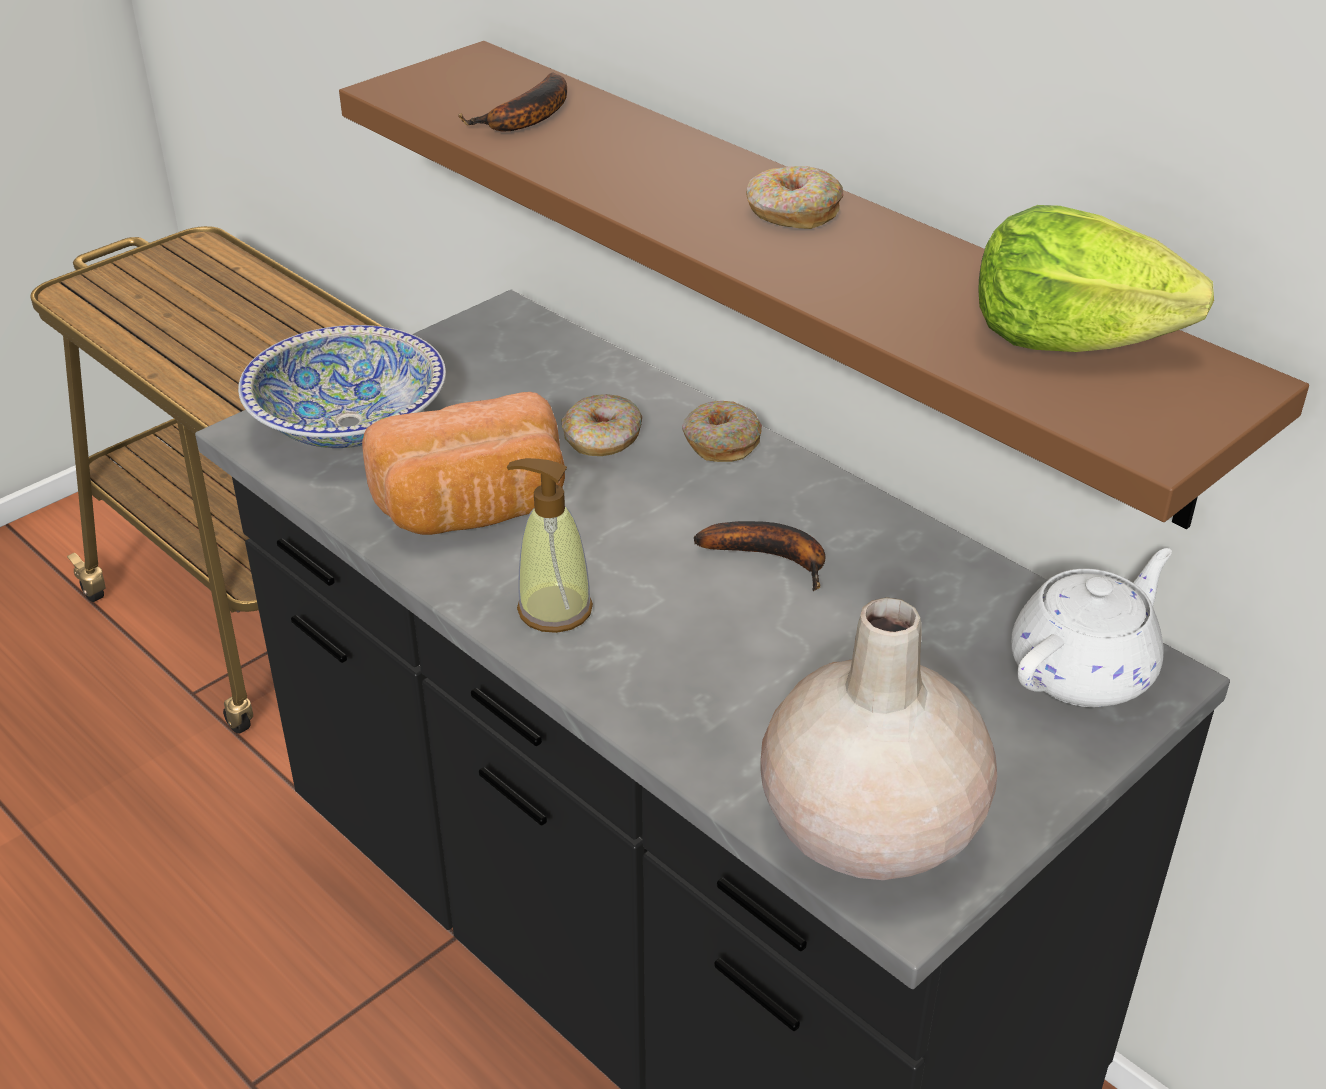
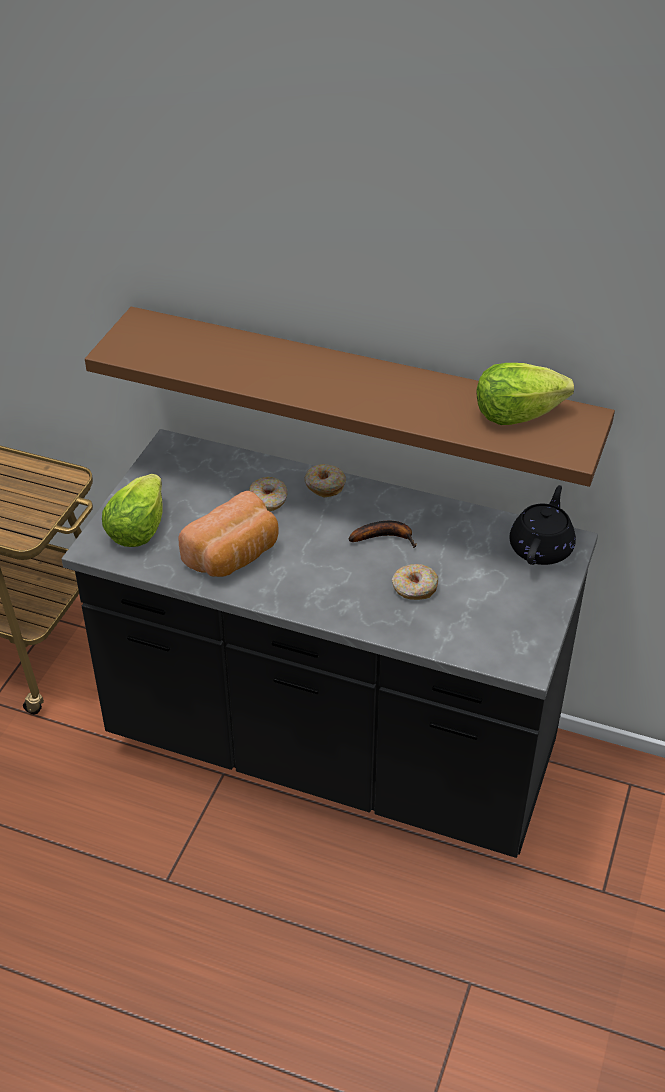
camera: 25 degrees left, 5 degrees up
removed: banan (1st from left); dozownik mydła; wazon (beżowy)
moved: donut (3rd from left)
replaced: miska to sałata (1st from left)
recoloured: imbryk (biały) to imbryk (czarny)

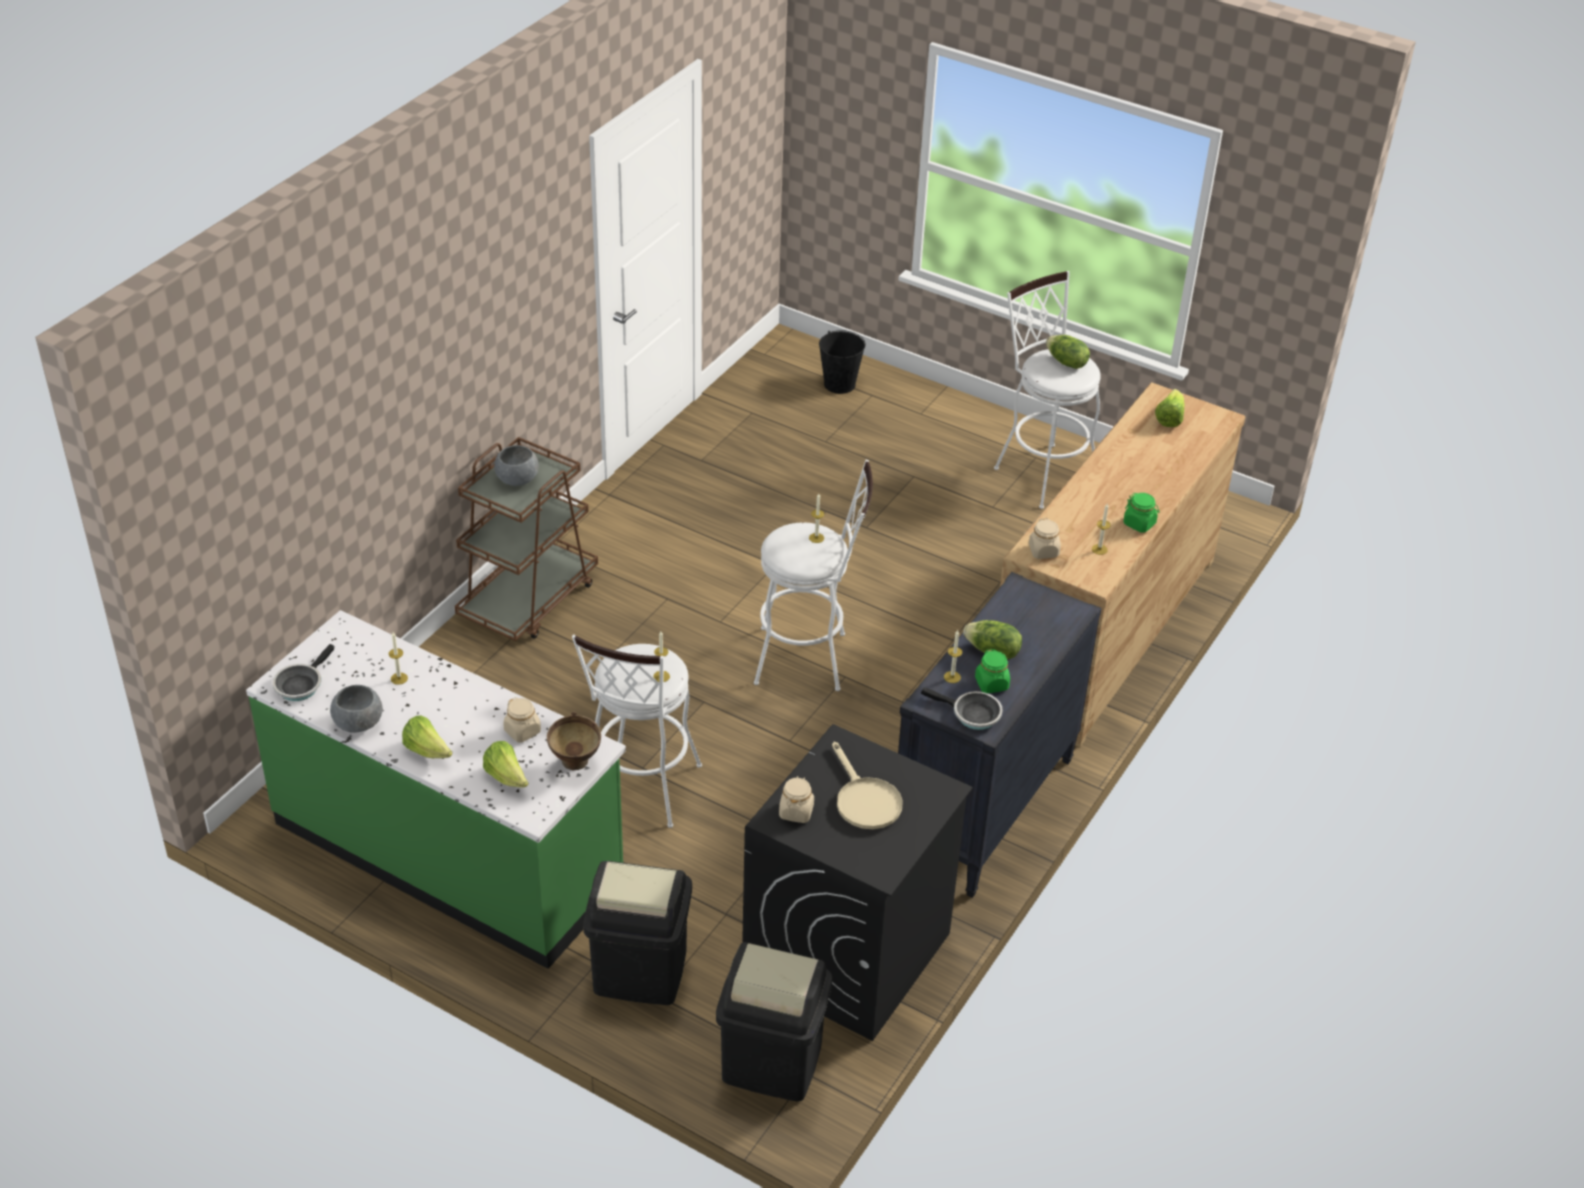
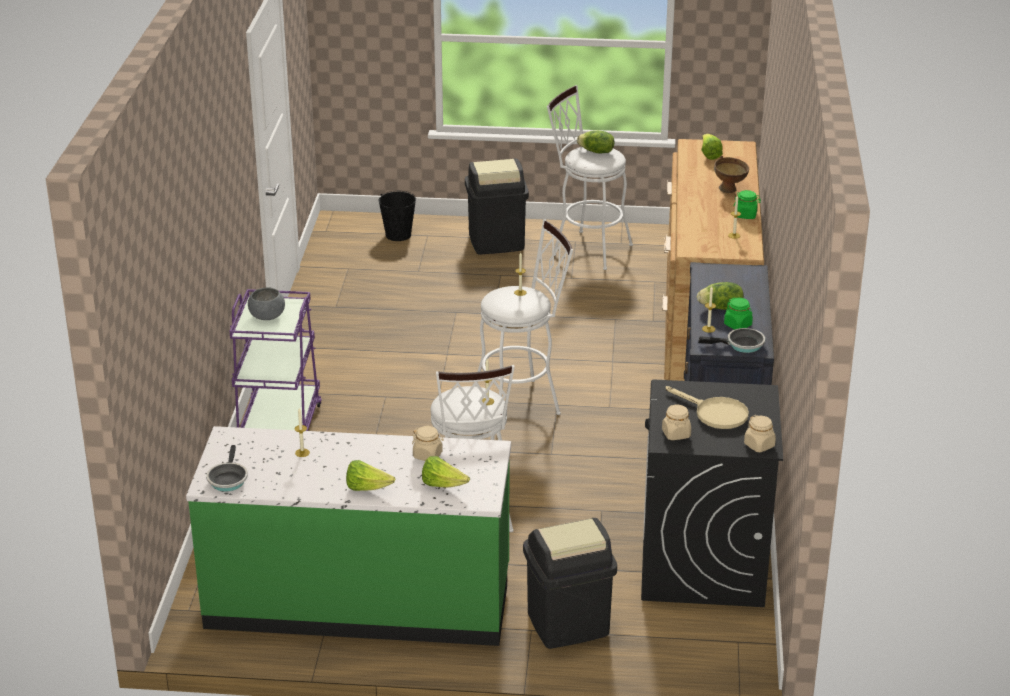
camera: 25 degrees left, 10 degrees down
removed: miska (szary) (1st from left)
moved: miska (brązowy); kosz na śmieci (czarny) (2nd from left in the first image) to kosz na śmieci (czarny) (1st from left); słoik (beżowy) (3rd from left)
recoloured: wózek (brązowy) to wózek (fioletowy)

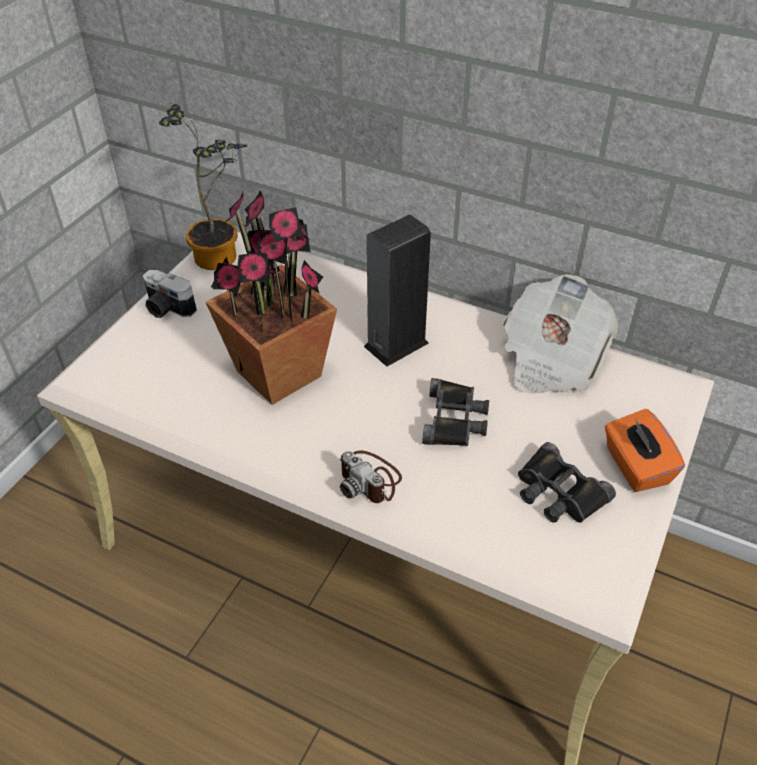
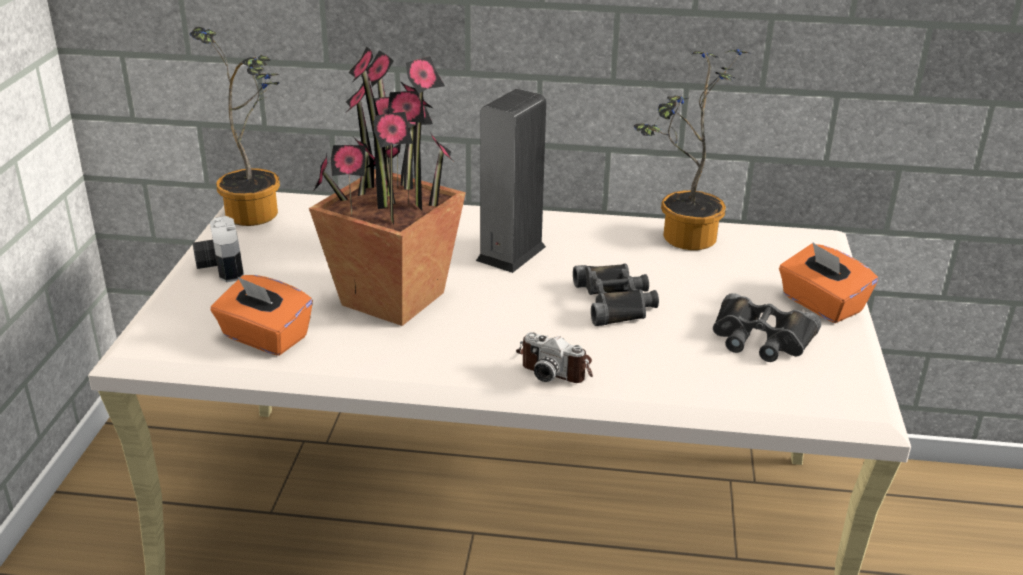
camera: 20 degrees left, 15 degrees down
added: pudełko chusteczek (pomarańczowy) (1st from left)
replaced: gazeta to roślina doniczkowa (3rd from left)
turned: aparat fotograficzny (1st from left) 60 degrees clockwise

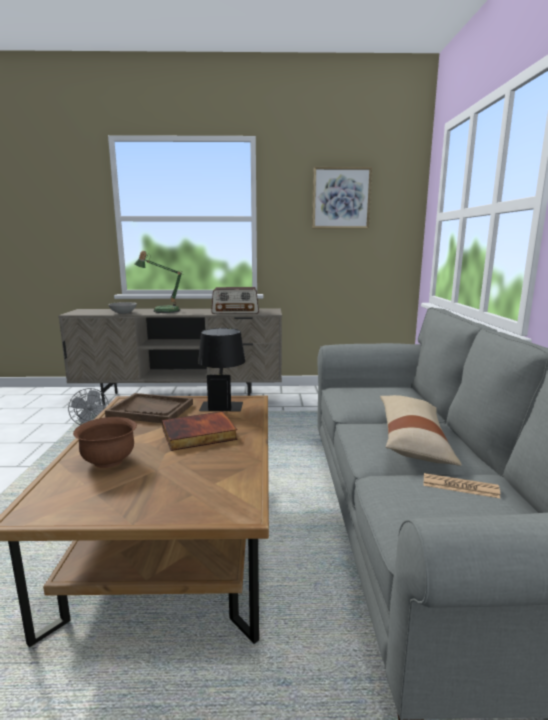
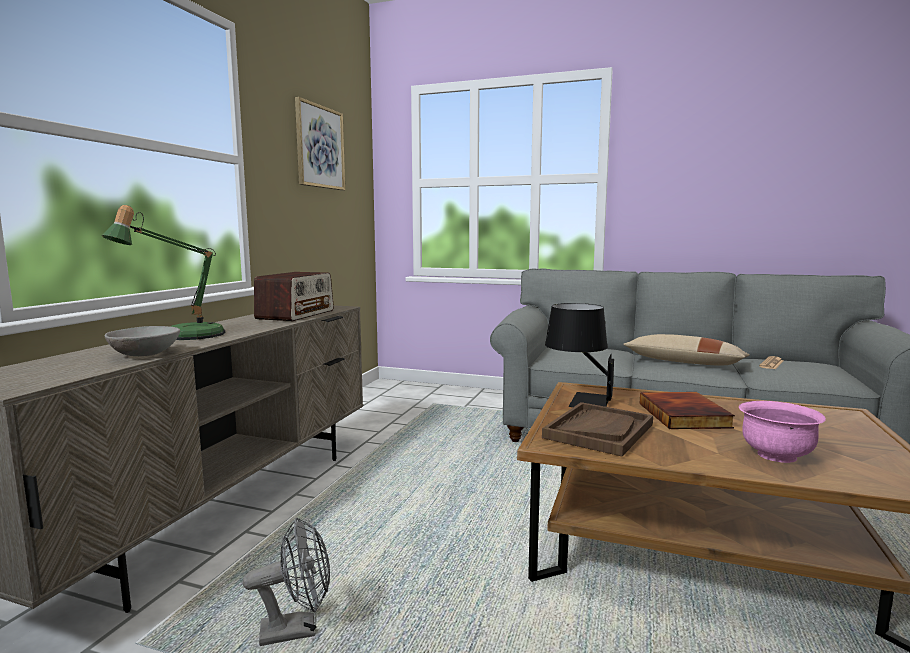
camera: 70 degrees left, 5 degrees down
recoloured: miska (brązowy) to miska (różowy)

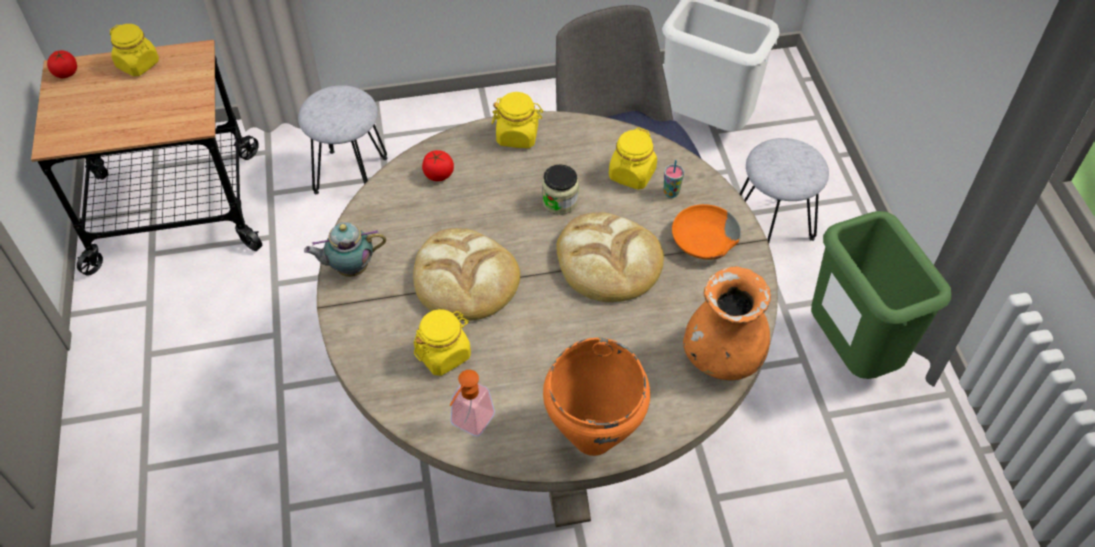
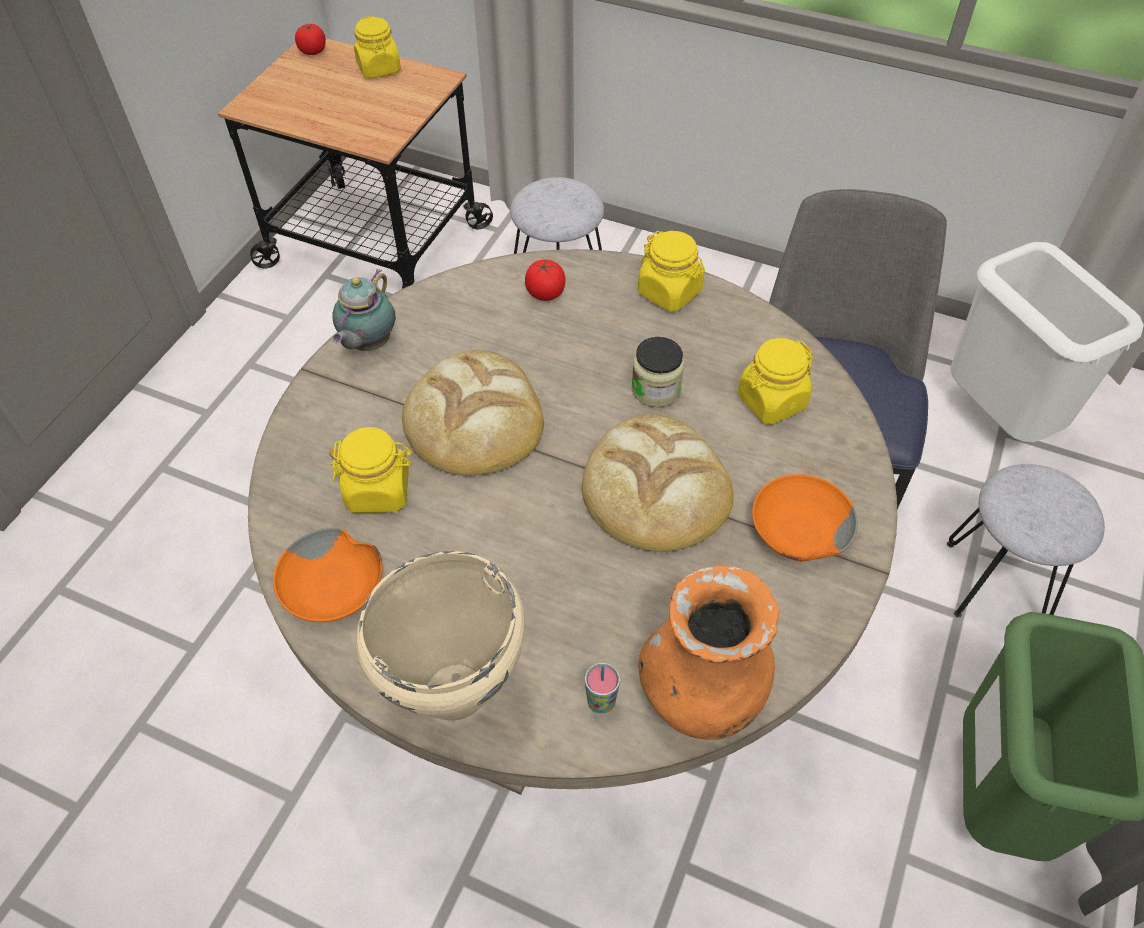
camera: 35 degrees right, 0 degrees up
moved: filiżanka
replaced: dozownik mydła to miska (pomarańczowy) (1st from left)
recoloured: garnek (pomarańczowy) to garnek (beżowy)
turned: imbryk 90 degrees counterclockwise

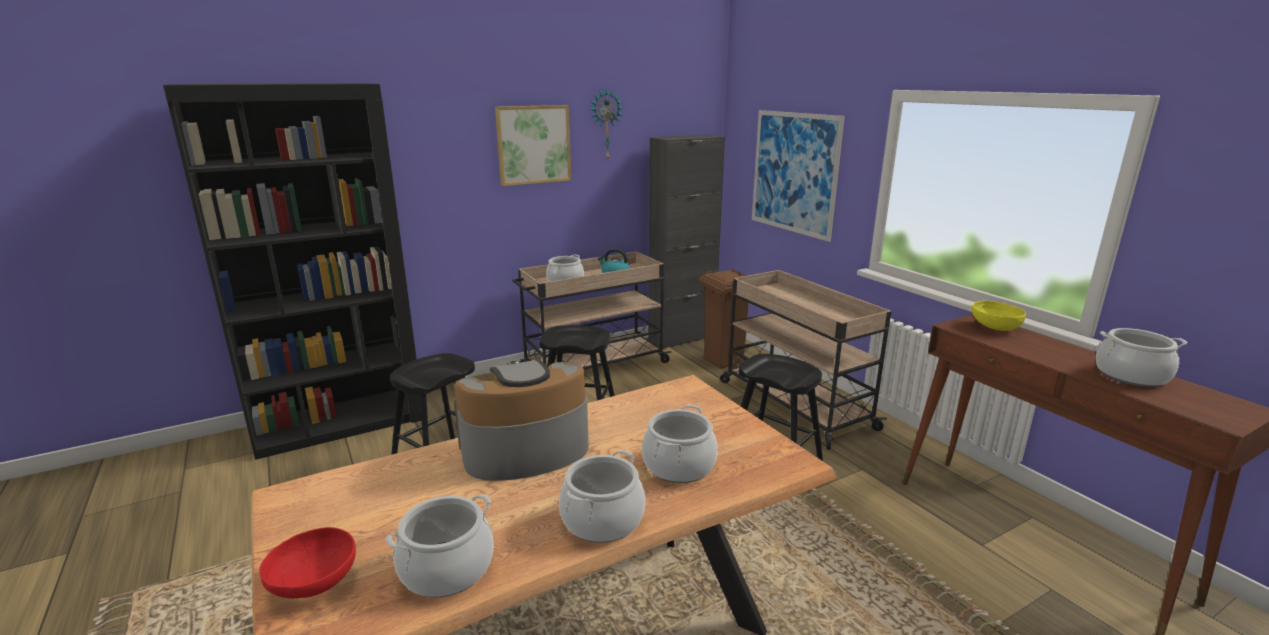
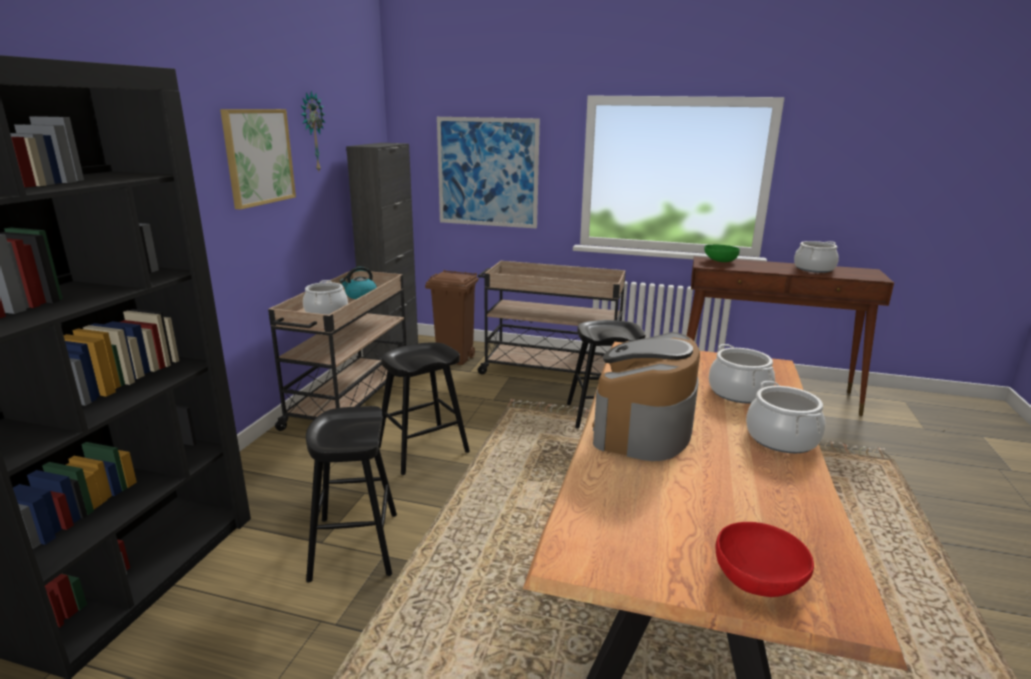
camera: 45 degrees left, 0 degrees up
removed: garnek (1st from left)
recoloured: miska (żółty) to miska (zielony)

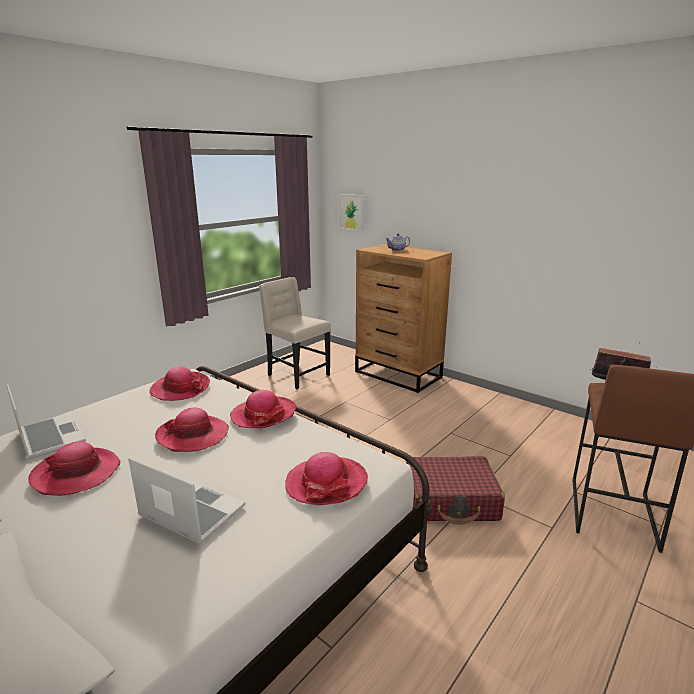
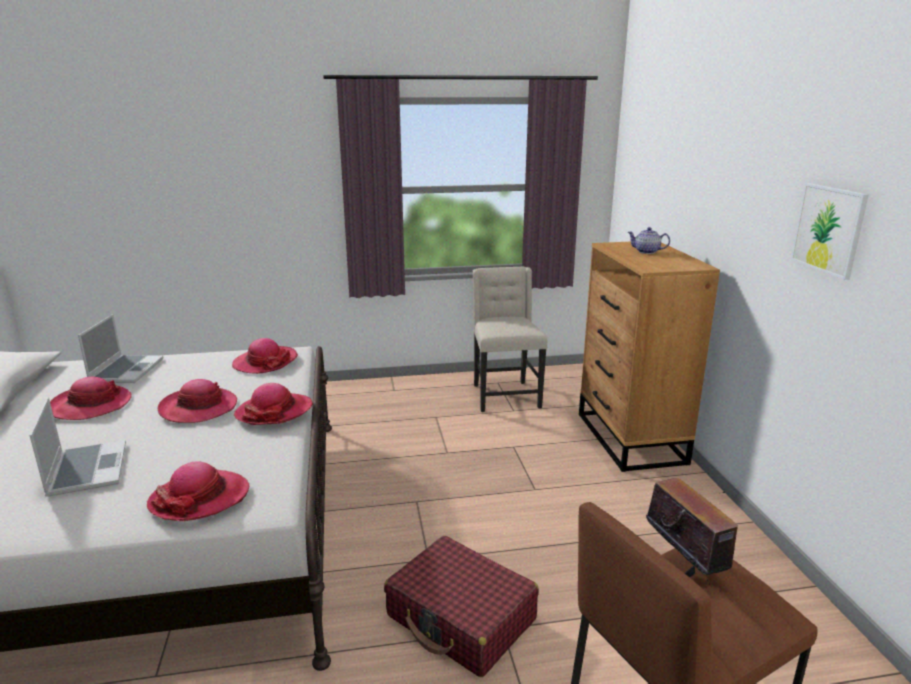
camera: 40 degrees right, 0 degrees up
moved: obraz

